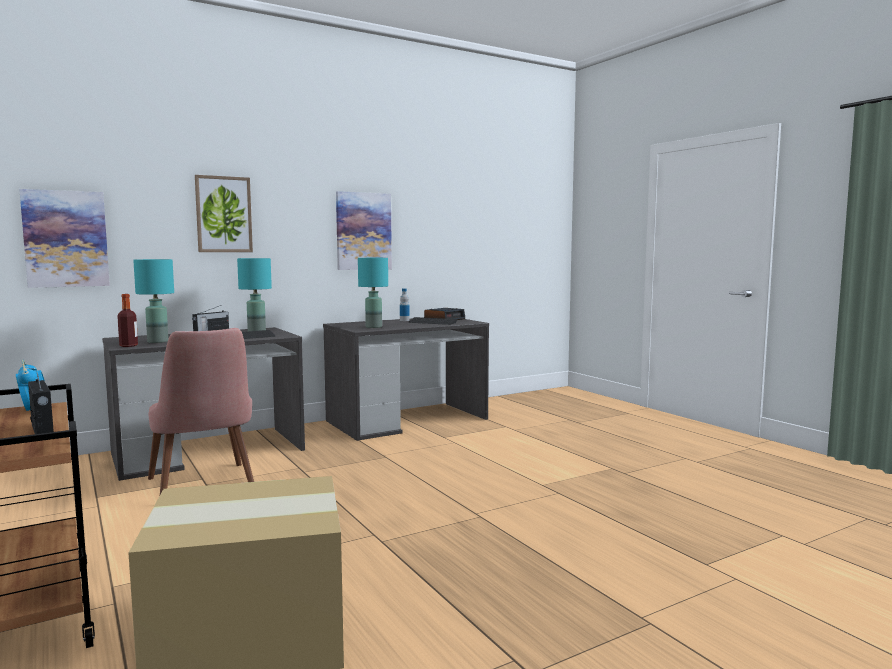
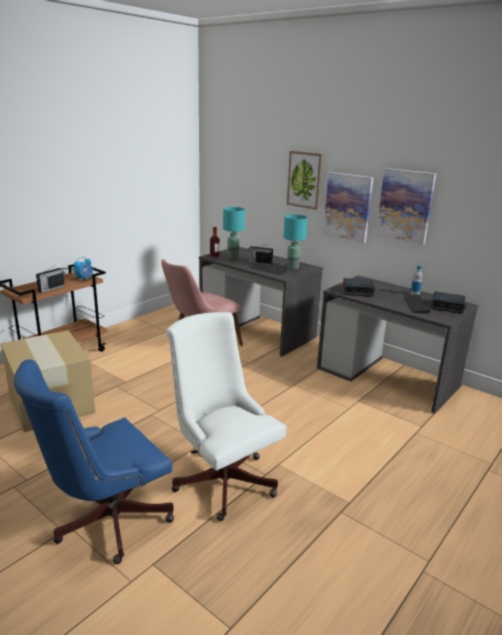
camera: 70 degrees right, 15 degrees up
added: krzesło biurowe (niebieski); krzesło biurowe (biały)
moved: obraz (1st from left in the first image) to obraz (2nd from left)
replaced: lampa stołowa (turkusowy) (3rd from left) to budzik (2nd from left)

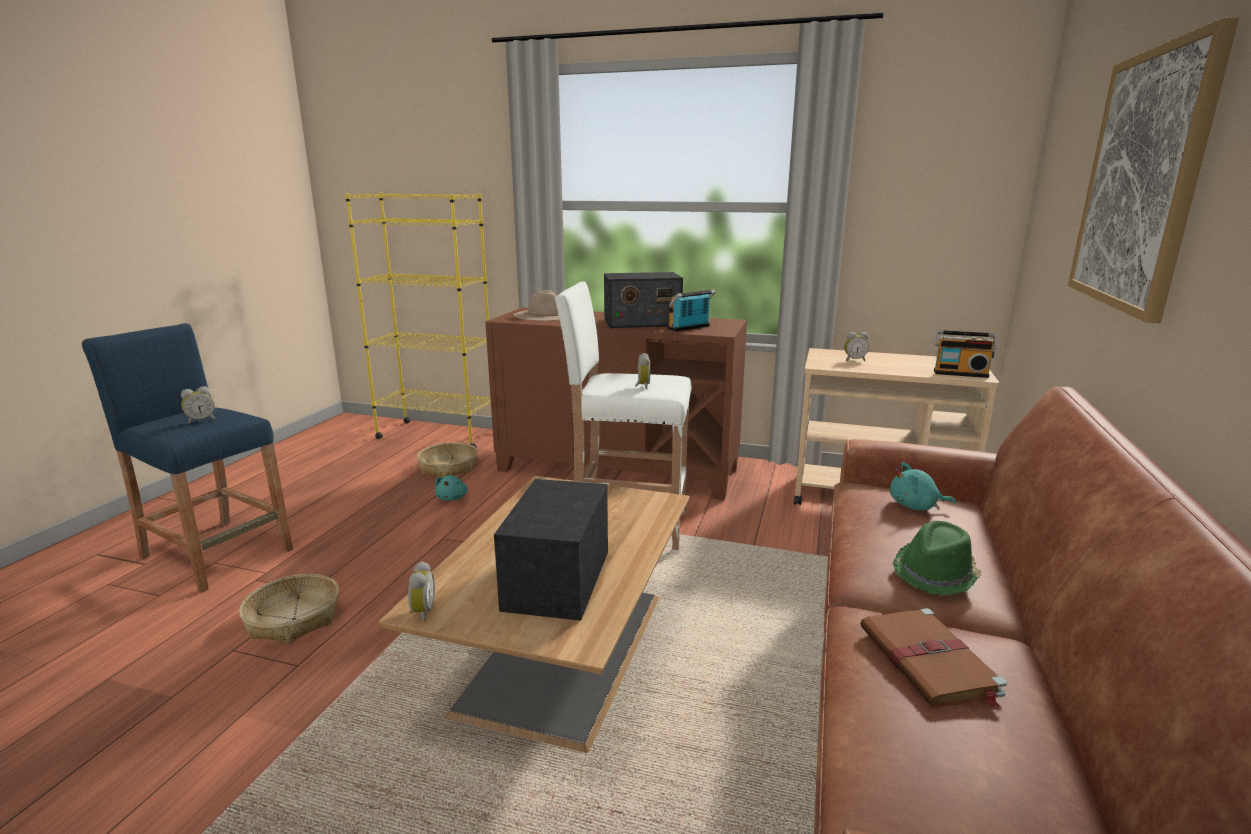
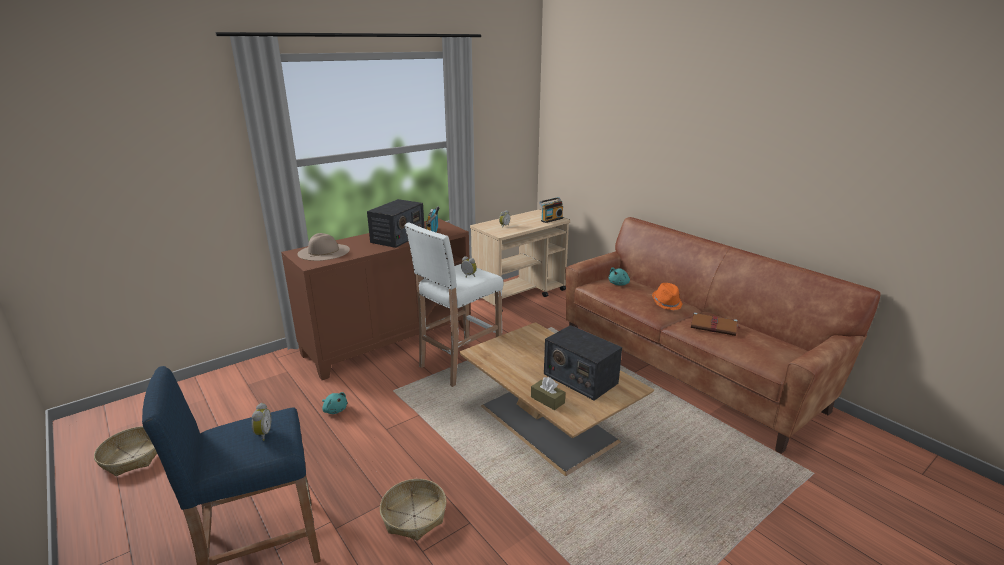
camera: 55 degrees left, 5 degrees up
removed: regał (żółty); budzik (2nd from left); obraz
added: pudełko chusteczek (brązowy)
moved: koszyk (2nd from left in the first image) to koszyk (1st from left)
recoloured: kapelusz (zielony) to kapelusz (pomarańczowy)

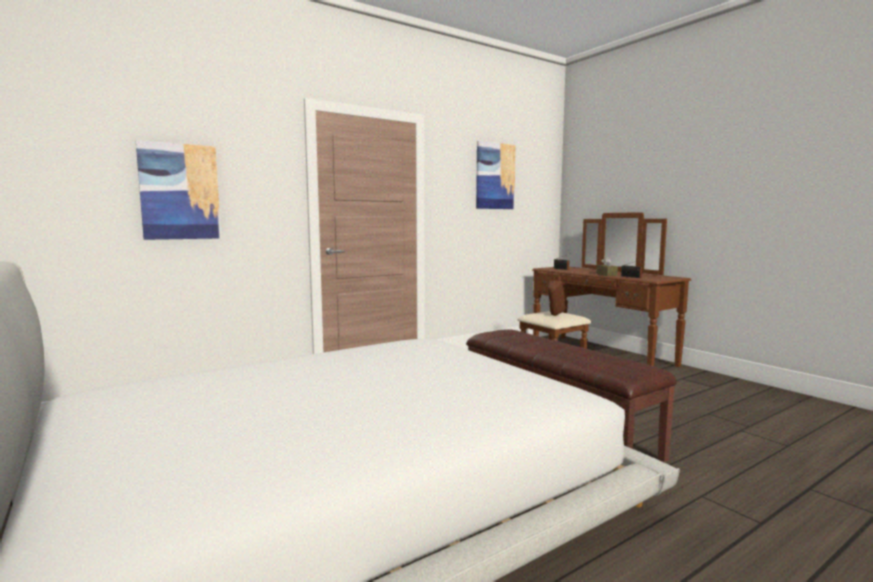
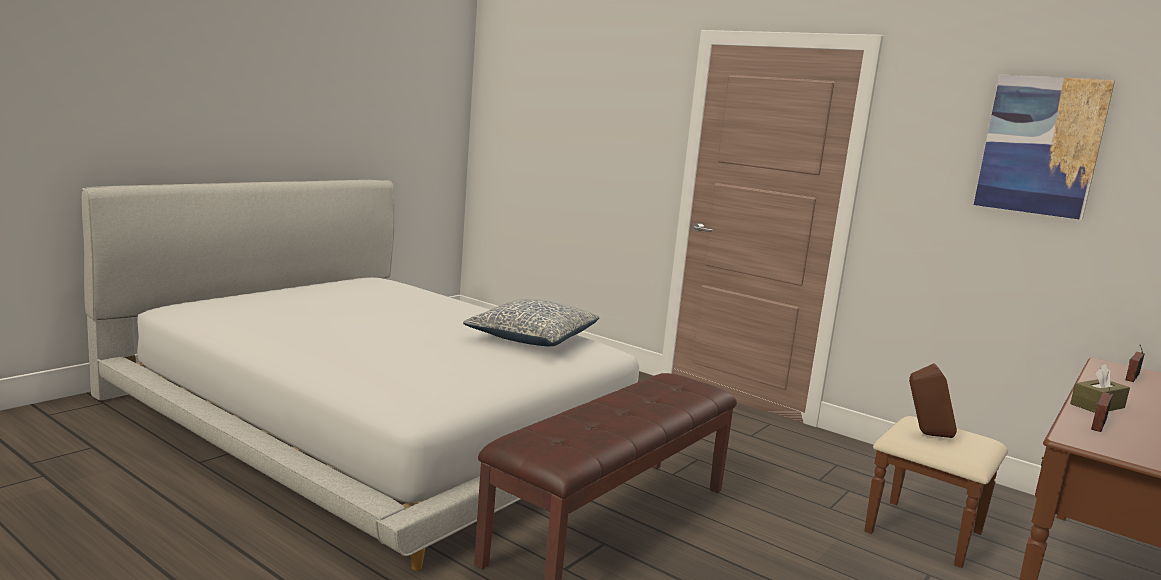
camera: 70 degrees right, 5 degrees up
removed: obraz (1st from left)
added: poduszka

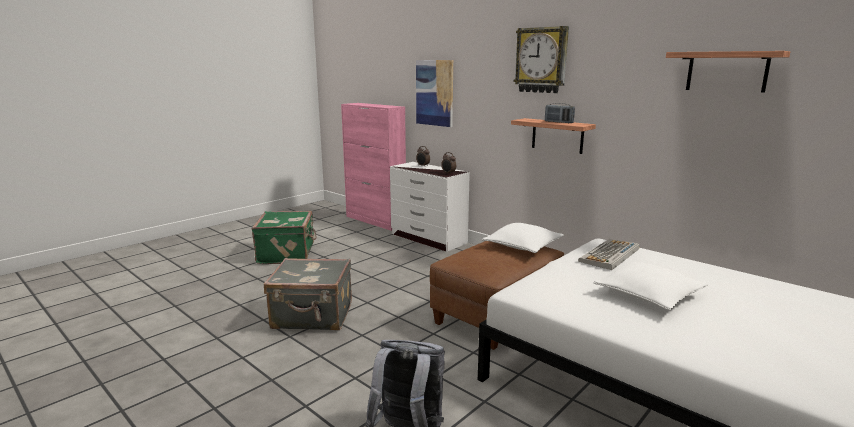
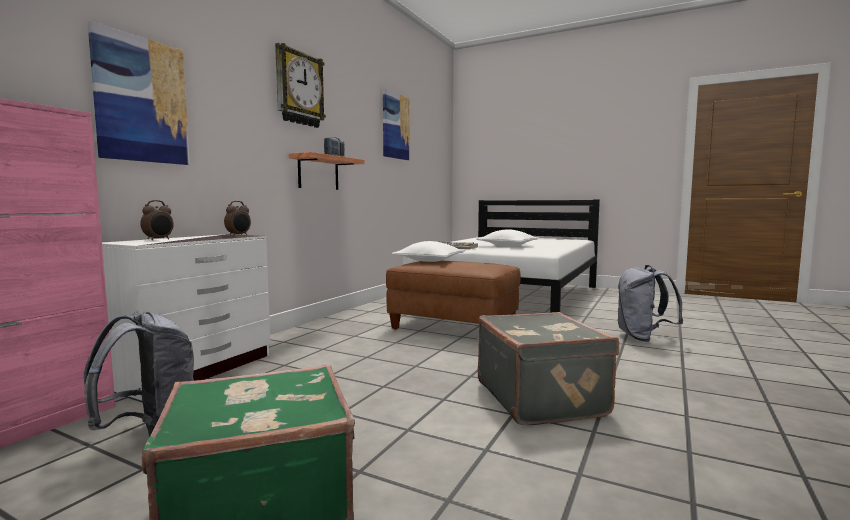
camera: 105 degrees left, 10 degrees down
added: plecak (szary) (1st from left)
replaced: półka (2nd from left) to obraz (2nd from left)

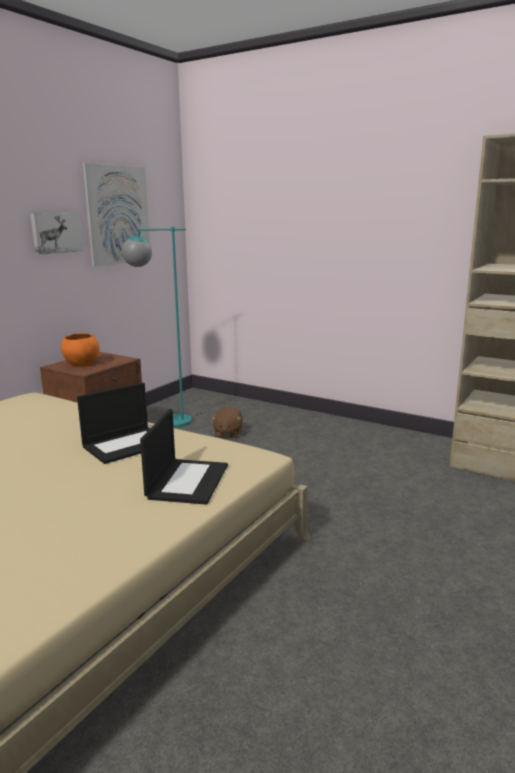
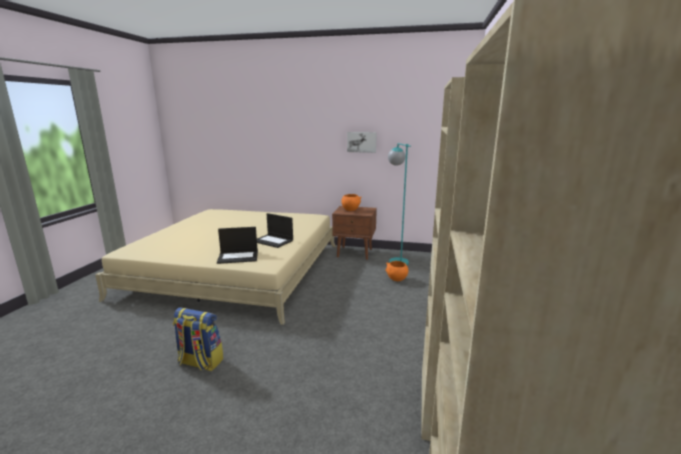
camera: 70 degrees right, 0 degrees up
removed: obraz (2nd from left)
added: plecak
replaced: pluszak (brązowy) to miska (pomarańczowy) (2nd from left)

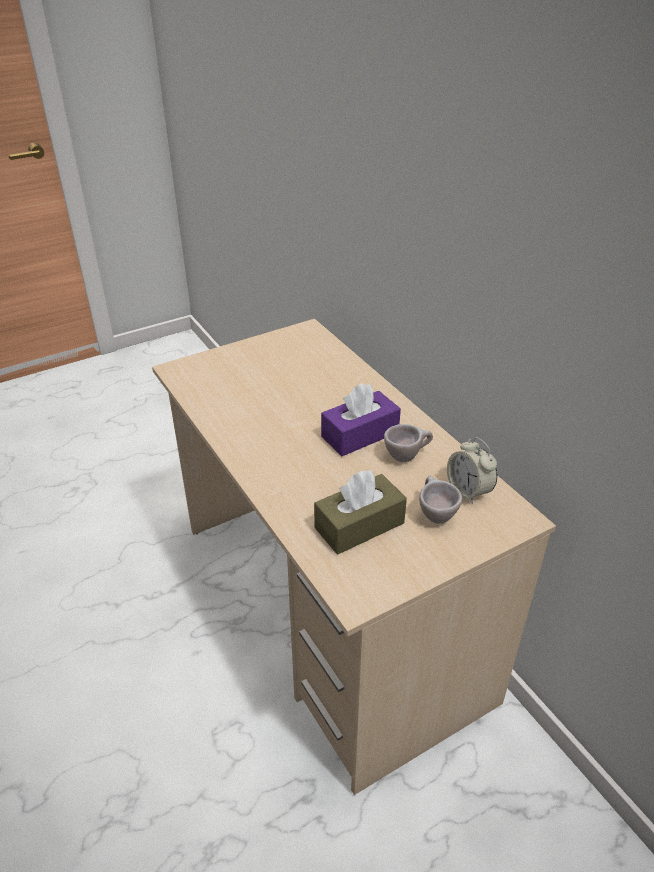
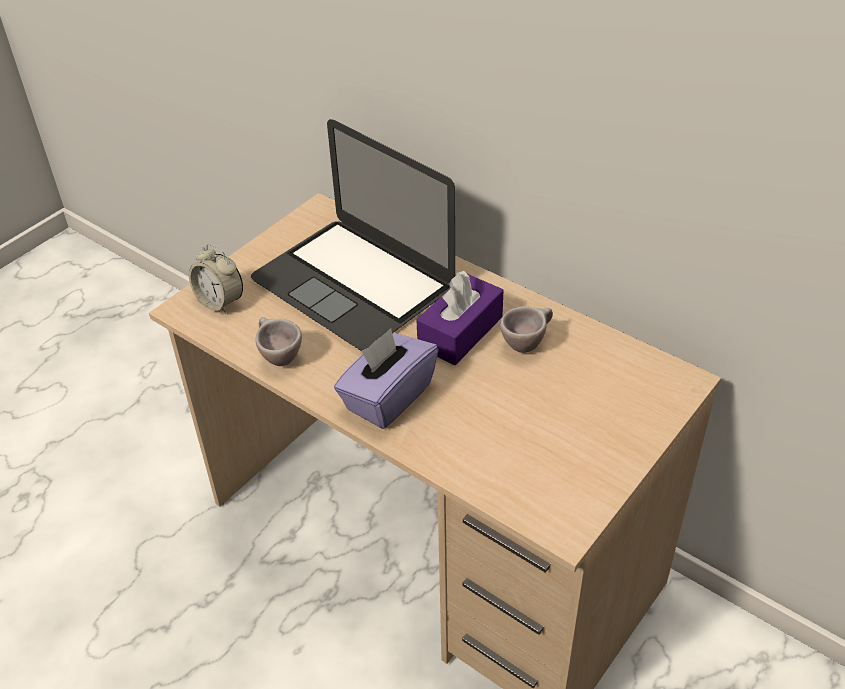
camera: 20 degrees left, 5 degrees up
removed: pudełko chusteczek (brązowy)
added: laptop; pudełko chusteczek (fioletowy) (1st from left)
moved: filiżanka (beżowy) (2nd from left in the first image) to filiżanka (beżowy) (1st from left); budzik

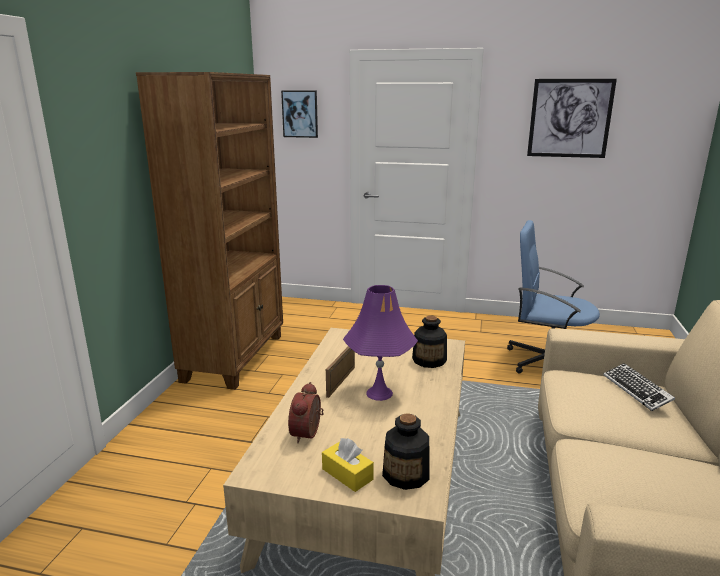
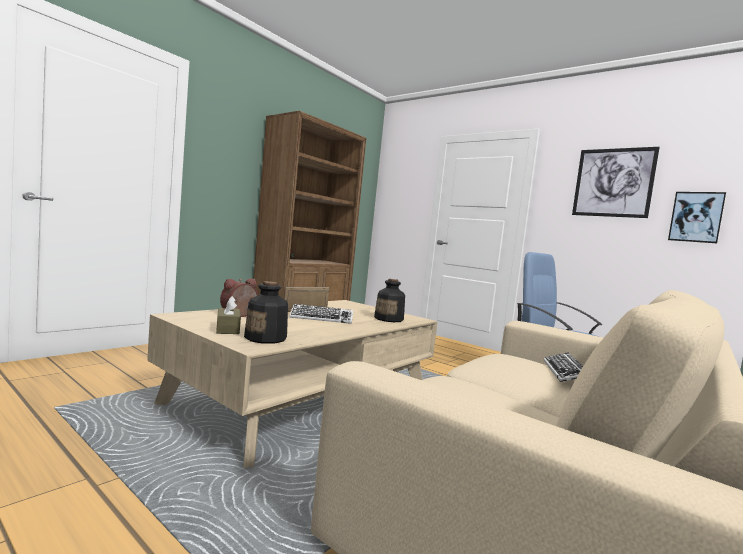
camera: 25 degrees right, 15 degrees down
moved: obraz (1st from left in the first image) to obraz (2nd from left)
replaced: lampa stołowa (fioletowy) to klawiatura (1st from left)
recoloured: pudełko chusteczek (żółty) to pudełko chusteczek (brązowy)

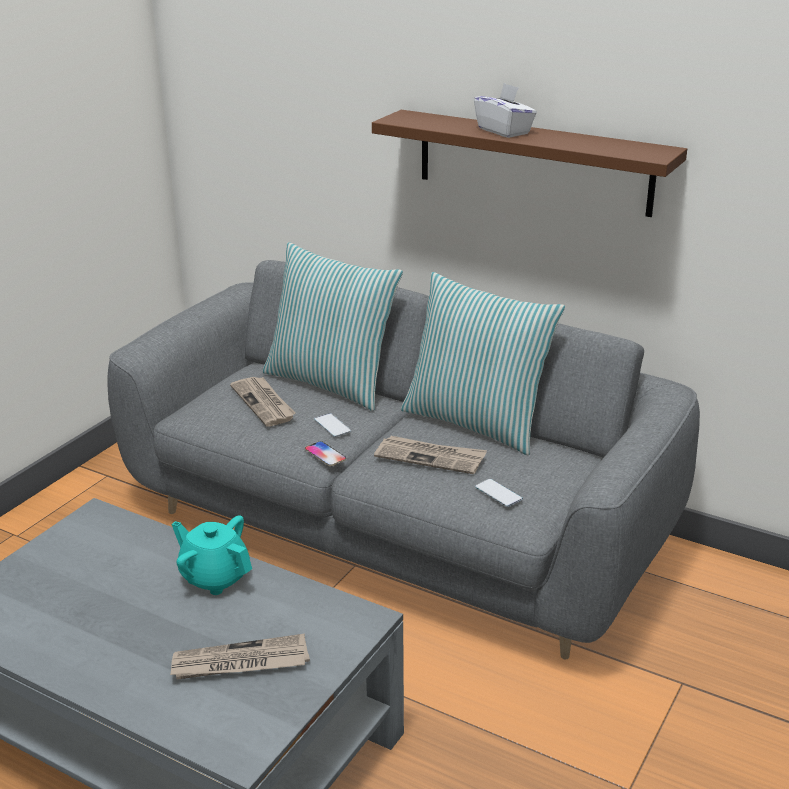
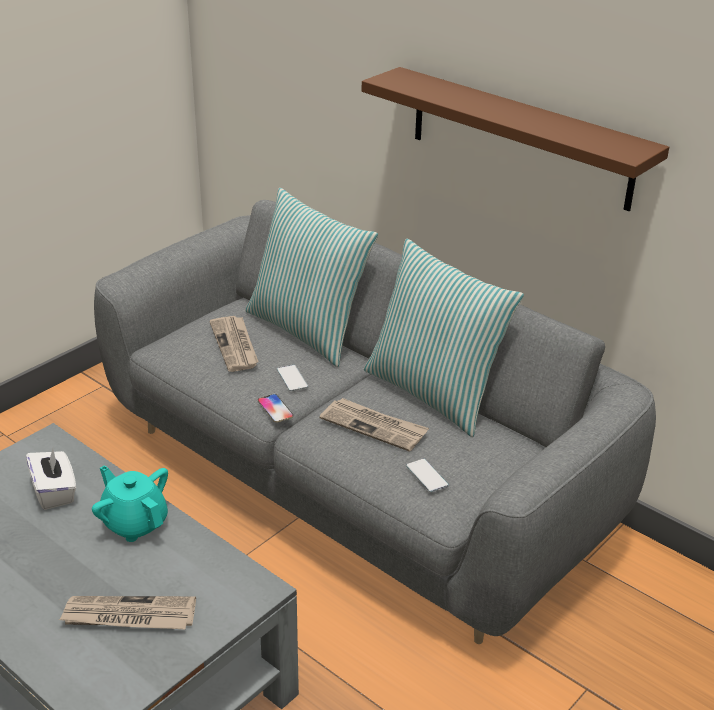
camera: 10 degrees right, 5 degrees up
moved: pudełko chusteczek (biały)

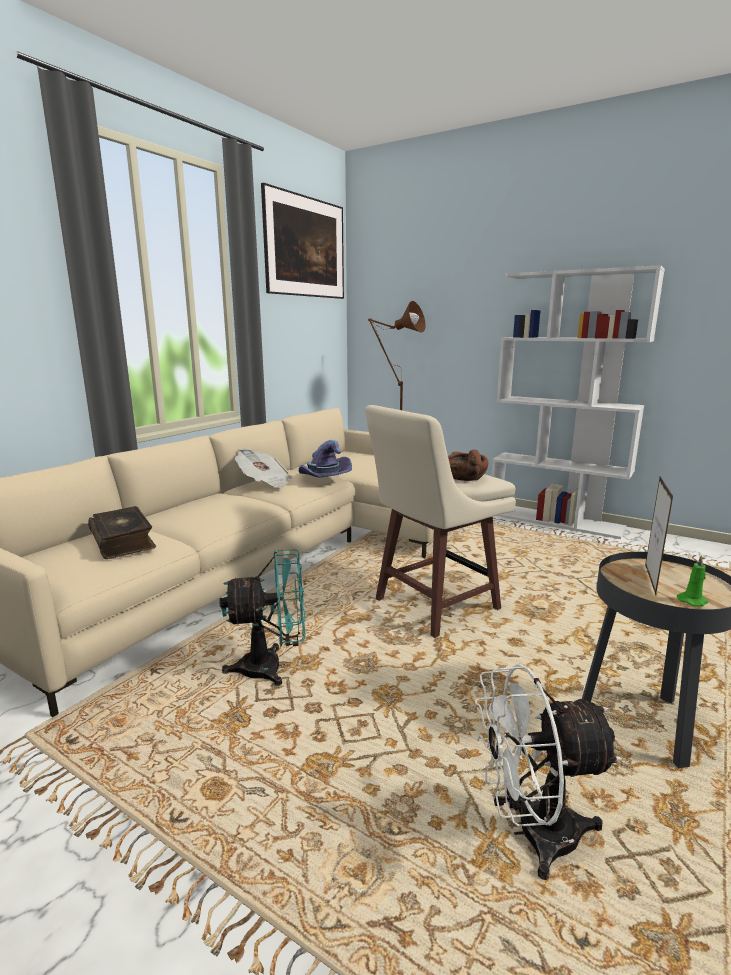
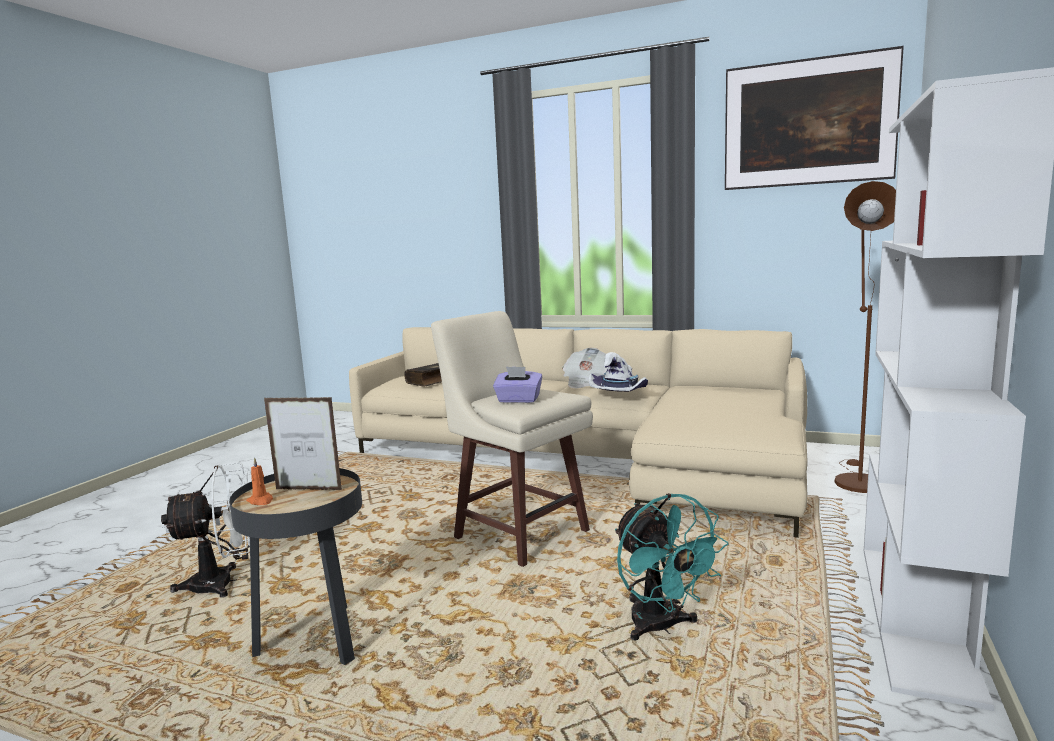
camera: 80 degrees right, 5 degrees down
moved: wentylator (turkusowy)
replaced: miska (brązowy) to pudełko chusteczek (fioletowy)
recoloured: kapelusz (fioletowy) to kapelusz (biały); świeca (zielony) to świeca (pomarańczowy)
turned: wentylator (biały) 90 degrees clockwise

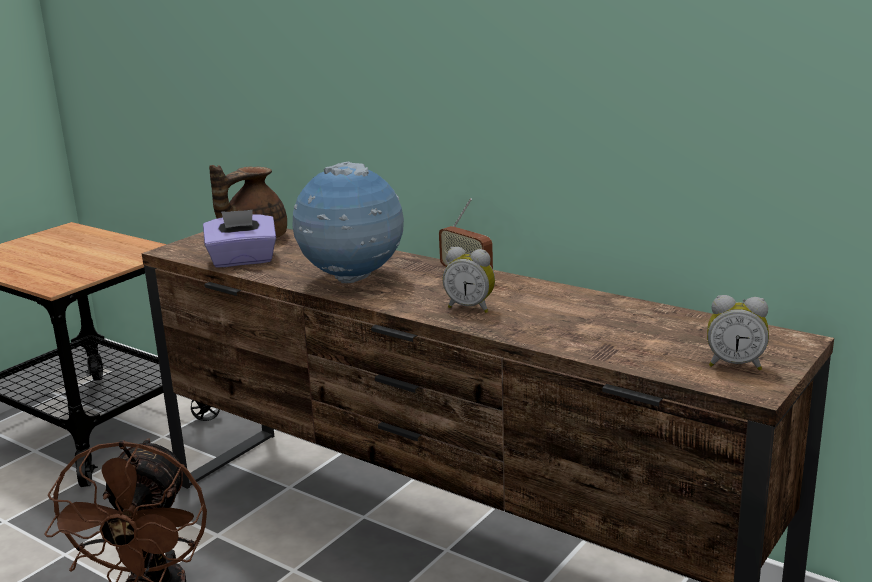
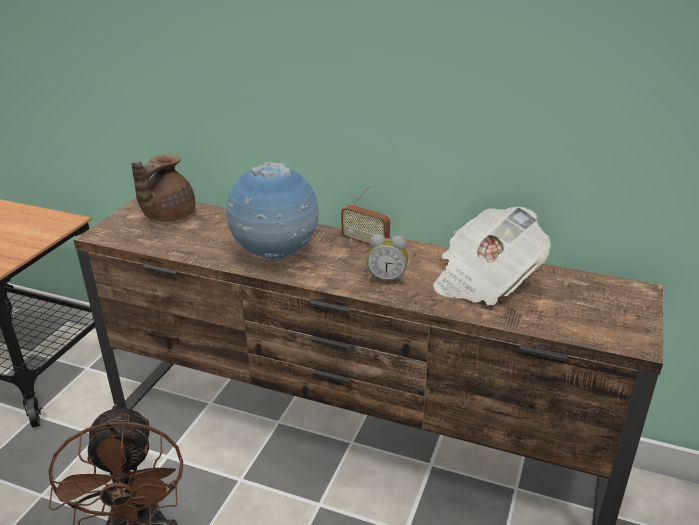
camera: 15 degrees left, 10 degrees up
removed: pudełko chusteczek (fioletowy); budzik (2nd from left)
added: gazeta

